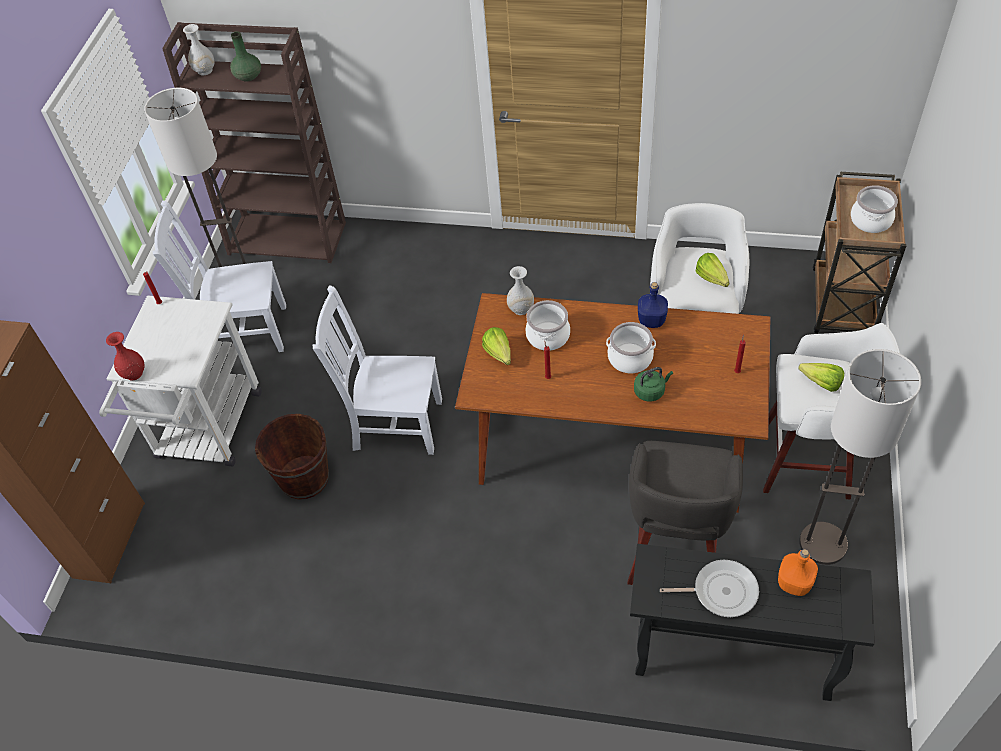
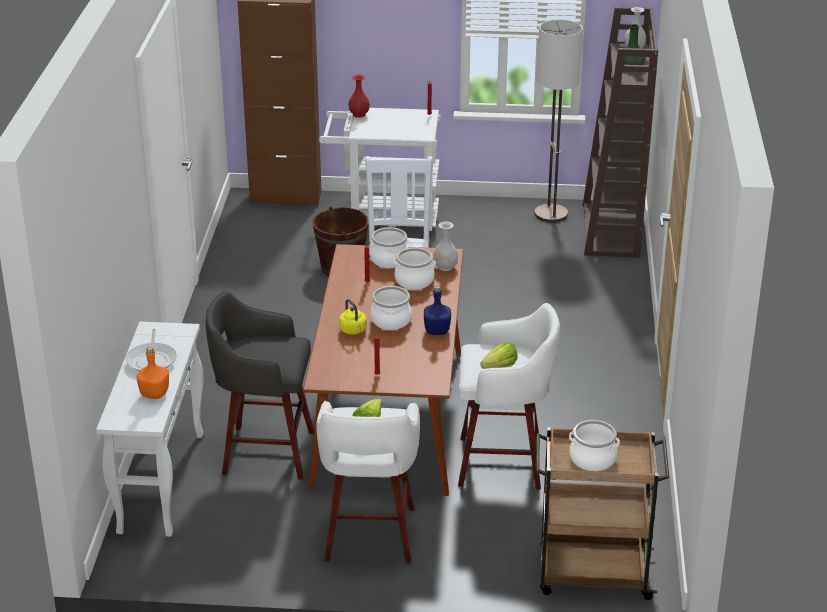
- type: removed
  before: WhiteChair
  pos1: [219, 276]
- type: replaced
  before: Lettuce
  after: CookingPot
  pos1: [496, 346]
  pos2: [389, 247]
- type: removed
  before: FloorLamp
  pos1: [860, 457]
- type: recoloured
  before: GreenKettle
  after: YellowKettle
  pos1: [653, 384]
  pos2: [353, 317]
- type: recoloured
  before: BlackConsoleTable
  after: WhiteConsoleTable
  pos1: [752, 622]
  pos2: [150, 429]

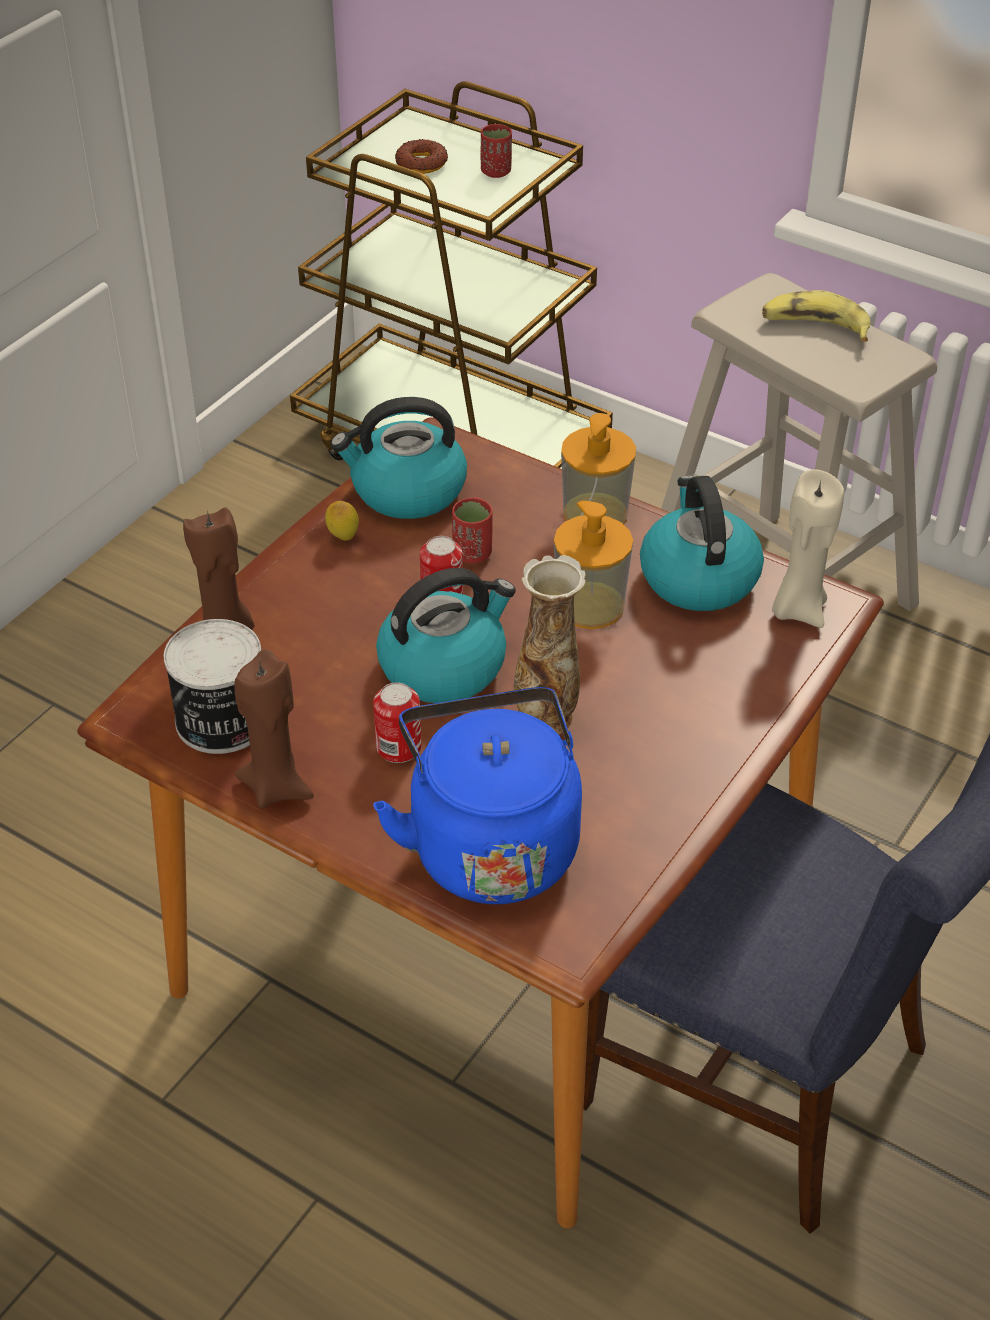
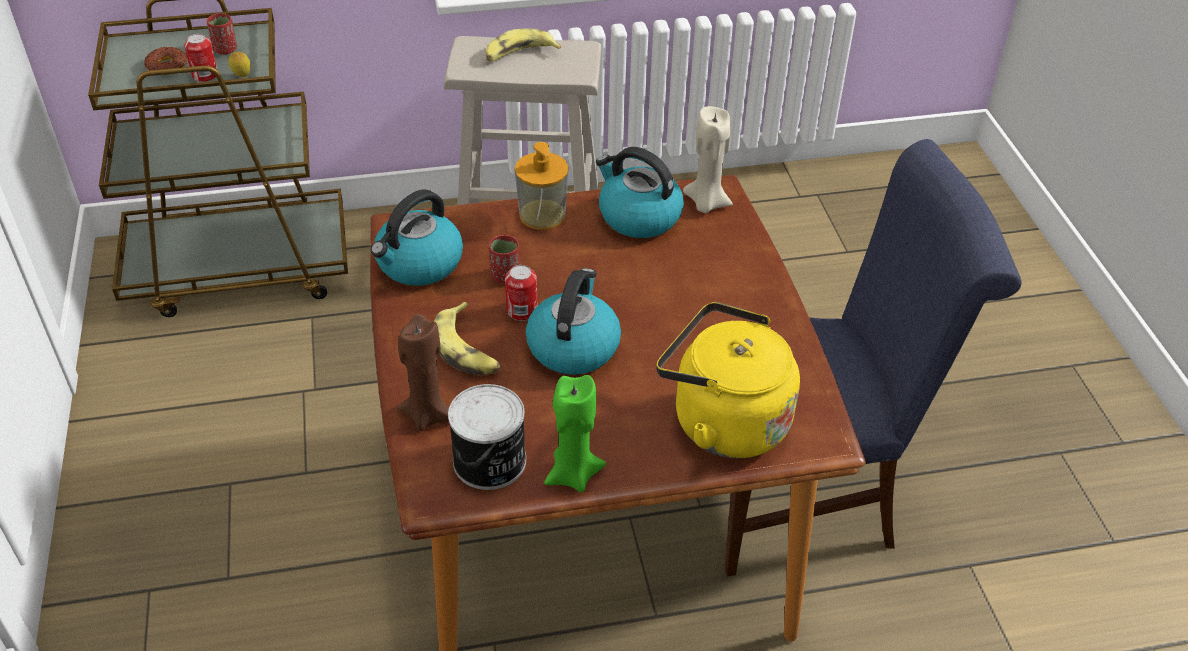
- type: moved
  before: Lemon
  pos1: [342, 521]
  pos2: [240, 64]
- type: removed
  before: SoapDispenser
  pos1: [593, 565]
- type: removed
  before: Vase
  pos1: [550, 644]
- type: recoloured
  before: BrownCandle
  after: GreenCandle
  pos1: [274, 729]
  pos2: [575, 433]
- type: moved
  before: Can
  pos1: [397, 722]
  pos2: [200, 58]
- type: recoloured
  before: BlueKettle
  after: YellowKettle
  pos1: [477, 795]
  pos2: [728, 380]
- type: added
  after: Banana
  pos2: [467, 338]

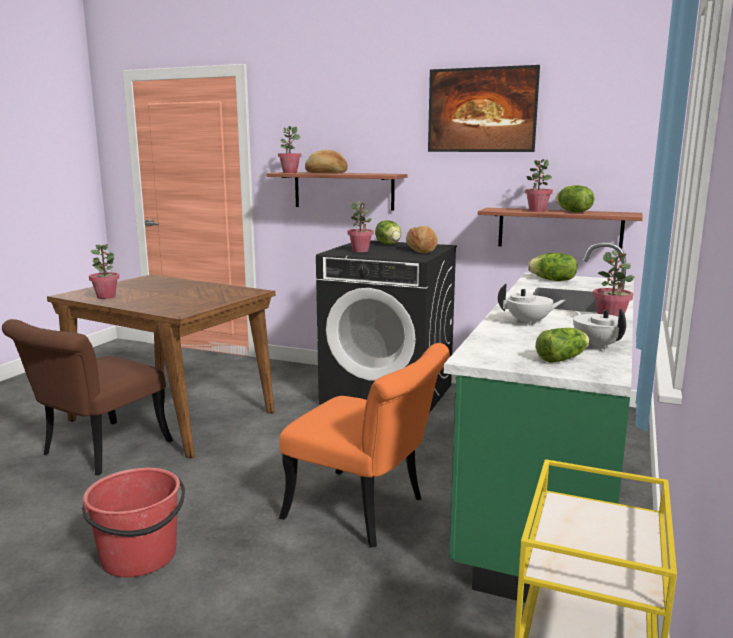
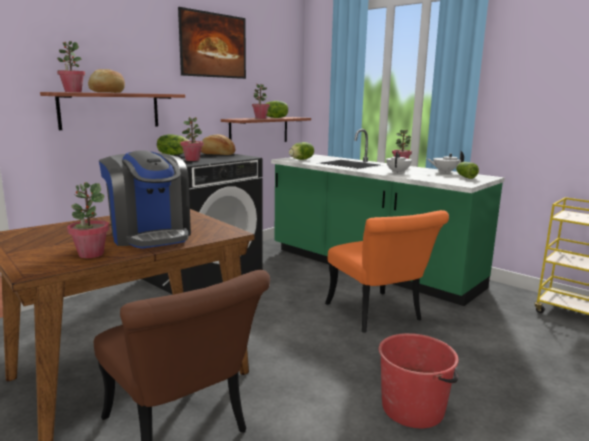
- type: turned
  before: OrangeChair
  pos1: [364, 445]
  pos2: [387, 271]
  turn: 105
- type: added
  after: CoffeeMachine
  pos2: [145, 199]

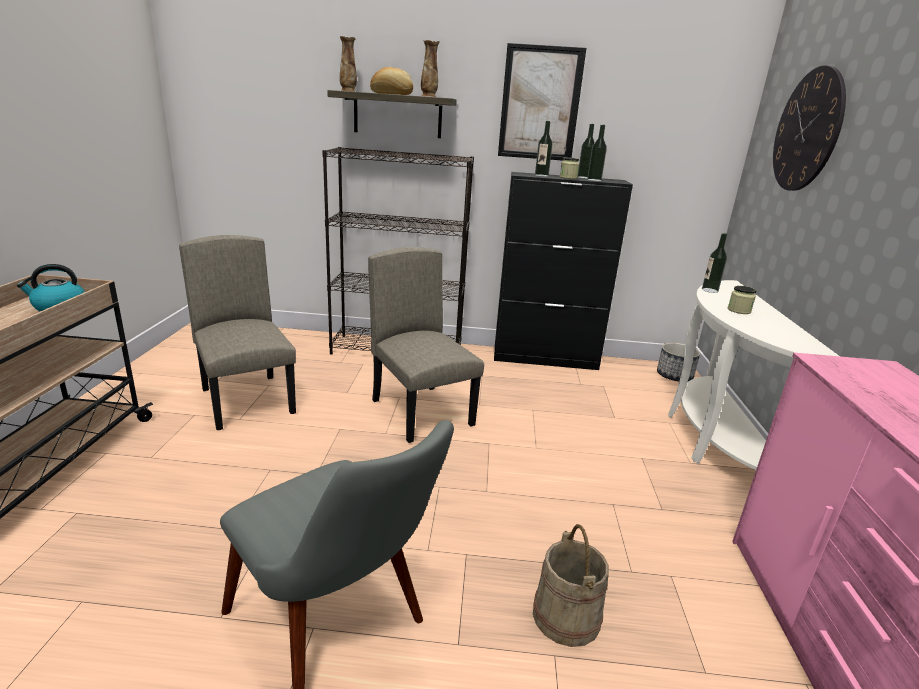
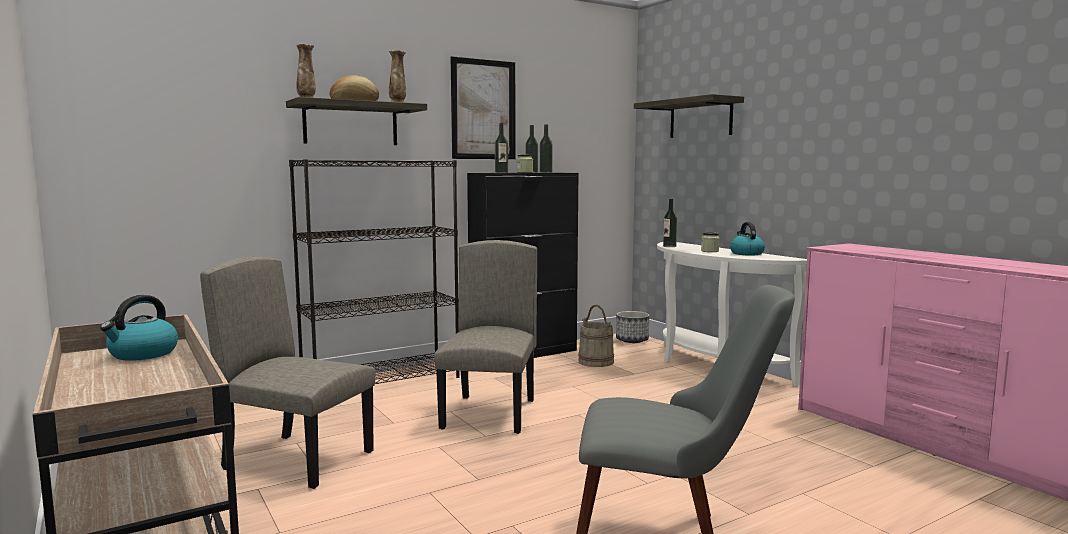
- type: replaced
  before: WallClock
  after: Shelf
  pos1: [809, 128]
  pos2: [689, 116]
- type: turned
  before: BeigeChair
  pos1: [426, 345]
  pos2: [485, 337]
  turn: 75
- type: moved
  before: BeigeBucket
  pos1: [571, 585]
  pos2: [596, 336]
- type: added
  after: Kettle
  pos2: [747, 239]

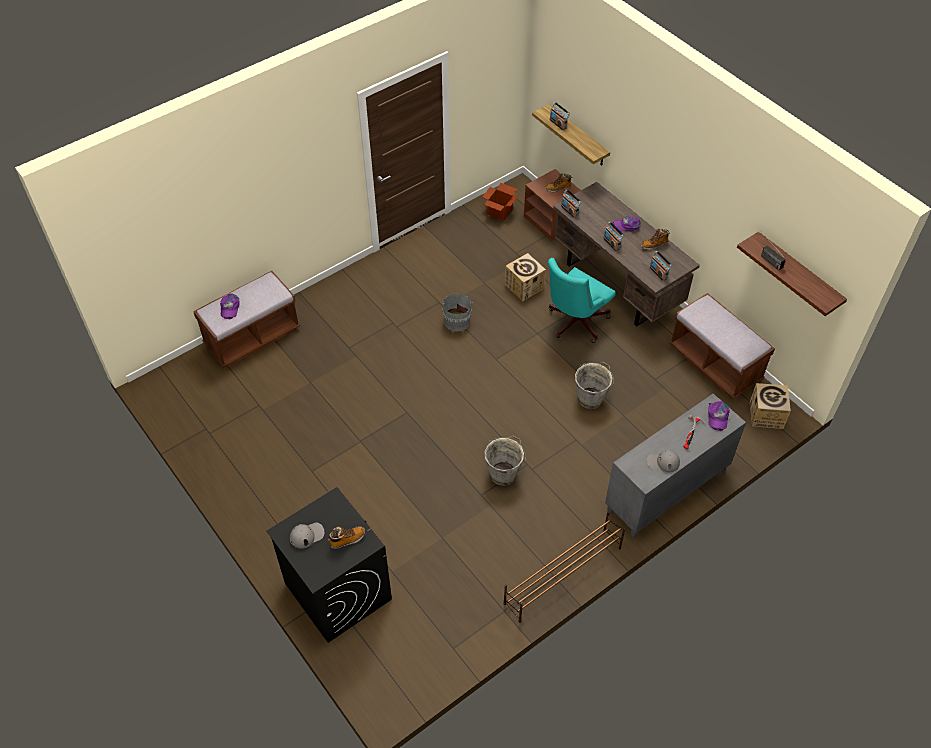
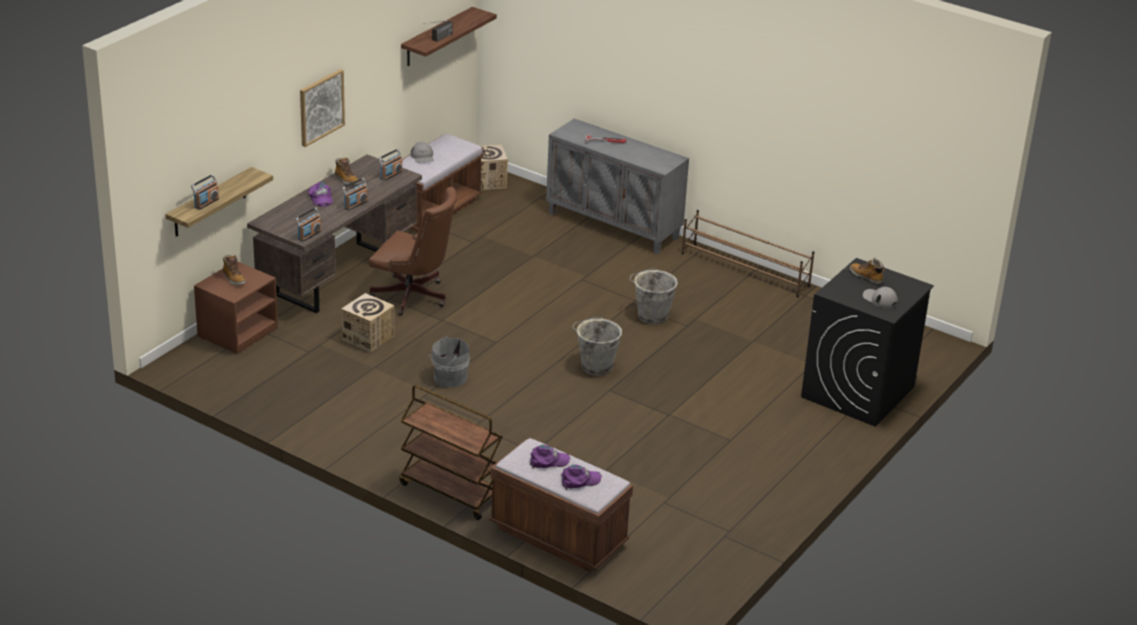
- type: removed
  before: CardboardBox
  pos1: [500, 202]
- type: recoloured
  before: TurquoiseOfficeChair
  after: BrownOfficeChair
  pos1: [582, 300]
  pos2: [413, 251]
- type: moved
  before: GreyBucket
  pos1: [594, 385]
  pos2: [597, 346]
- type: moved
  before: PurpleCap
  pos1: [719, 416]
  pos2: [550, 457]
- type: moved
  before: GreyCap
  pos1: [663, 461]
  pos2: [422, 152]
- type: added
  after: Picture
  pos2: [322, 108]
- type: added
  after: BrownCart
  pos2: [451, 452]

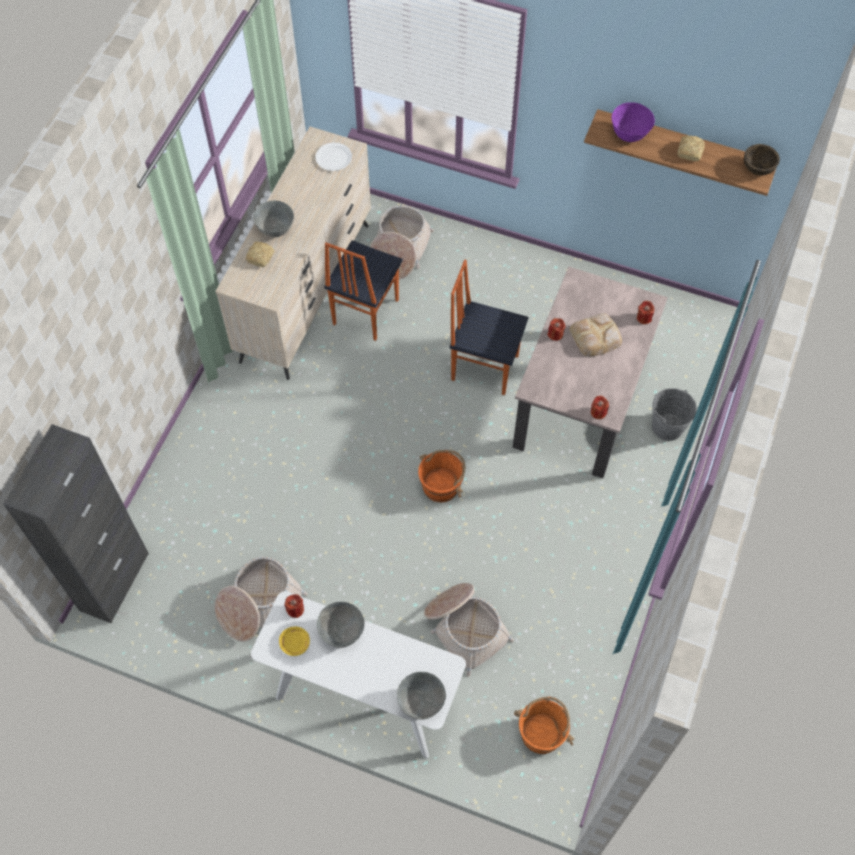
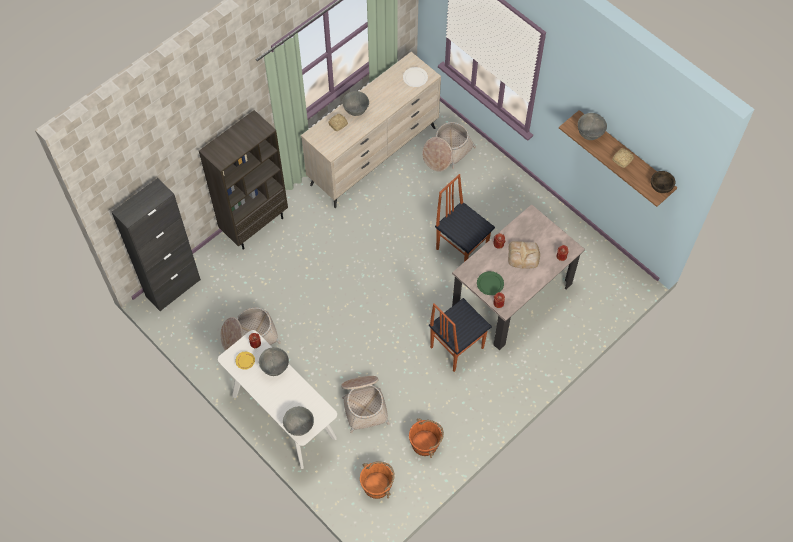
- type: recoloured
  before: PurpleBowl
  after: GreyBowl
  pos1: [633, 122]
  pos2: [592, 126]
- type: moved
  before: Chair
  pos1: [363, 290]
  pos2: [460, 335]
- type: removed
  before: GreyBucket
  pos1: [674, 414]
- type: moved
  before: OrangeBucket
  pos1: [441, 476]
  pos2: [426, 438]
- type: added
  after: BrownBookcase
  pos2: [243, 180]
- type: added
  after: GreenPlate
  pos2: [490, 283]

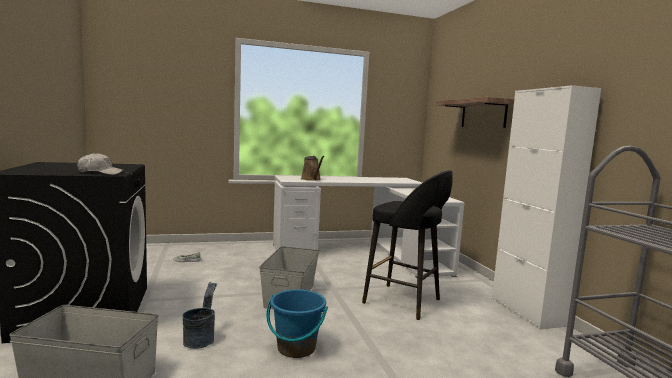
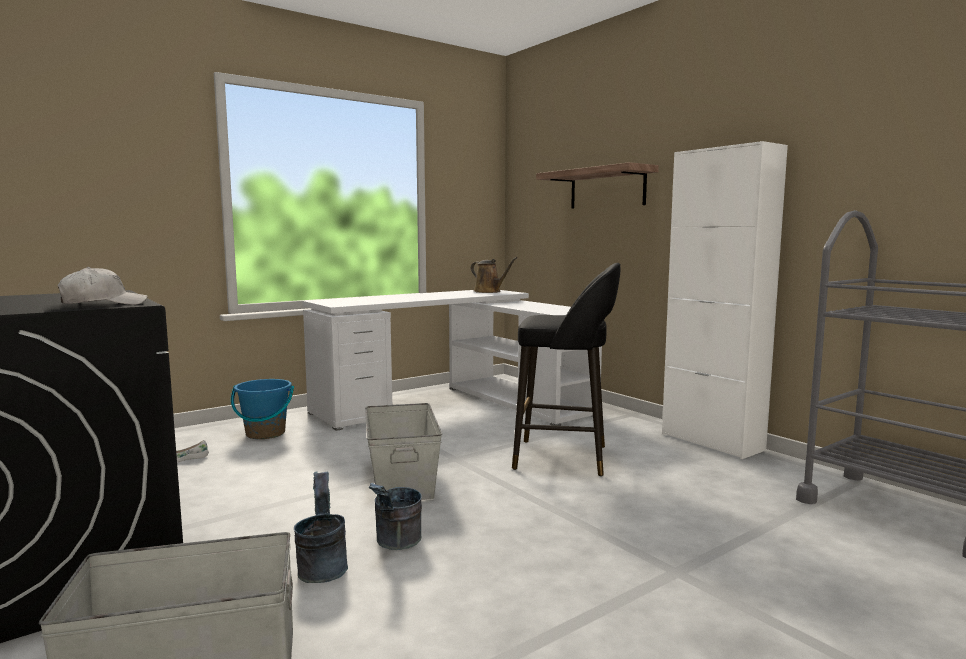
- type: moved
  before: BrownWateringCan
  pos1: [312, 168]
  pos2: [494, 275]
- type: moved
  before: BlueBucket
  pos1: [297, 323]
  pos2: [262, 409]
- type: added
  after: GreyBucket
  pos2: [395, 516]

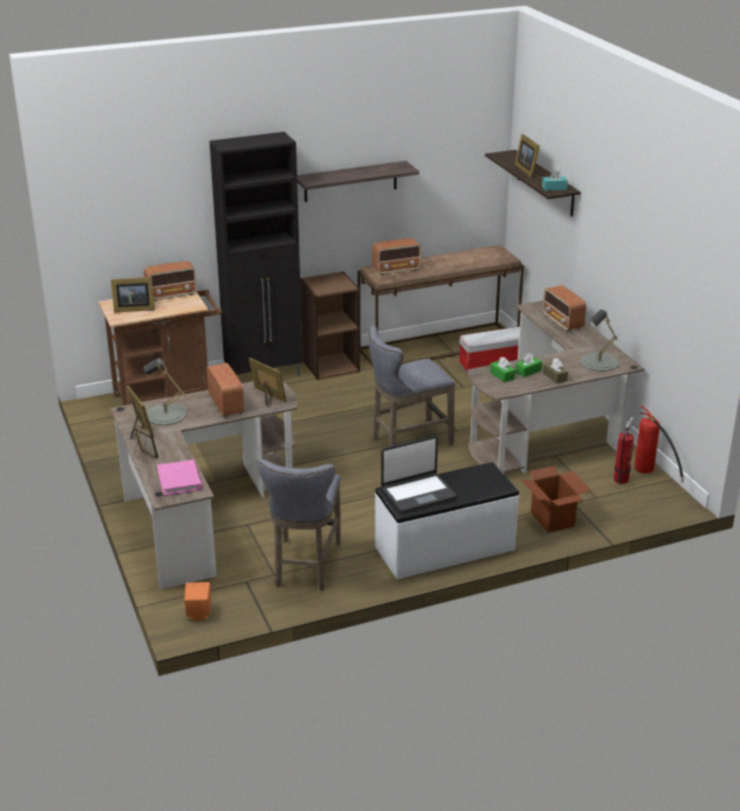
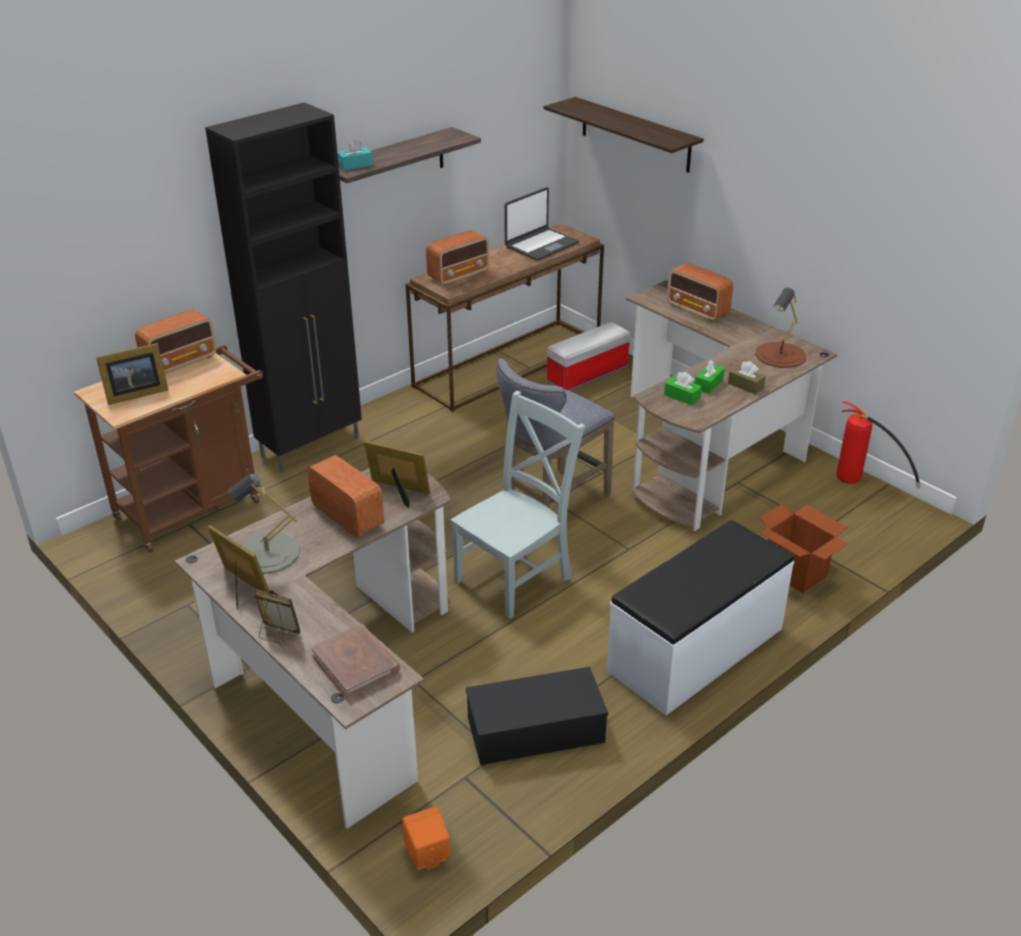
- type: removed
  before: PictureFrame
  pos1: [527, 156]
- type: moved
  before: TurquoiseTissueBox
  pos1: [555, 180]
  pos2: [355, 155]
- type: removed
  before: BrownBookcase
  pos1: [330, 325]
- type: recoloured
  before: GreyTableLamp
  after: BrownTableLamp
  pos1: [599, 340]
  pos2: [780, 327]
- type: removed
  before: FireExtinguisher
  pos1: [624, 450]
- type: moved
  before: Laptop
  pos1: [419, 474]
  pos2: [541, 223]
- type: replaced
  before: GreyStool
  after: BlackStorageBox
  pos1: [299, 525]
  pos2: [537, 716]
- type: recoloured
  before: PinkBook
  after: BrownBook
  pos1: [180, 478]
  pos2: [355, 661]
- type: added
  after: GreyChair
  pos2: [517, 505]

